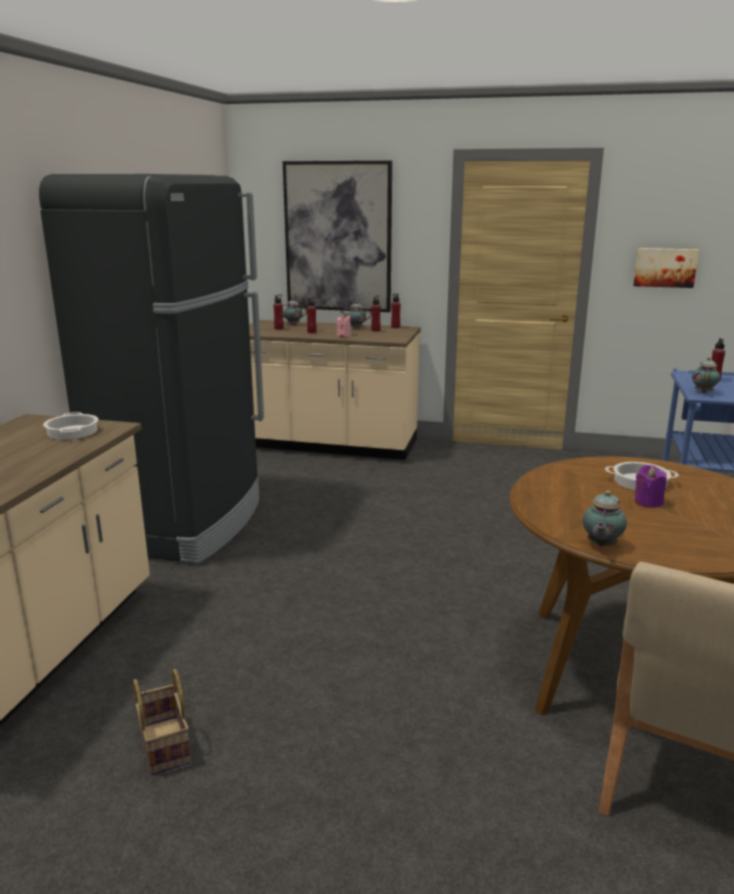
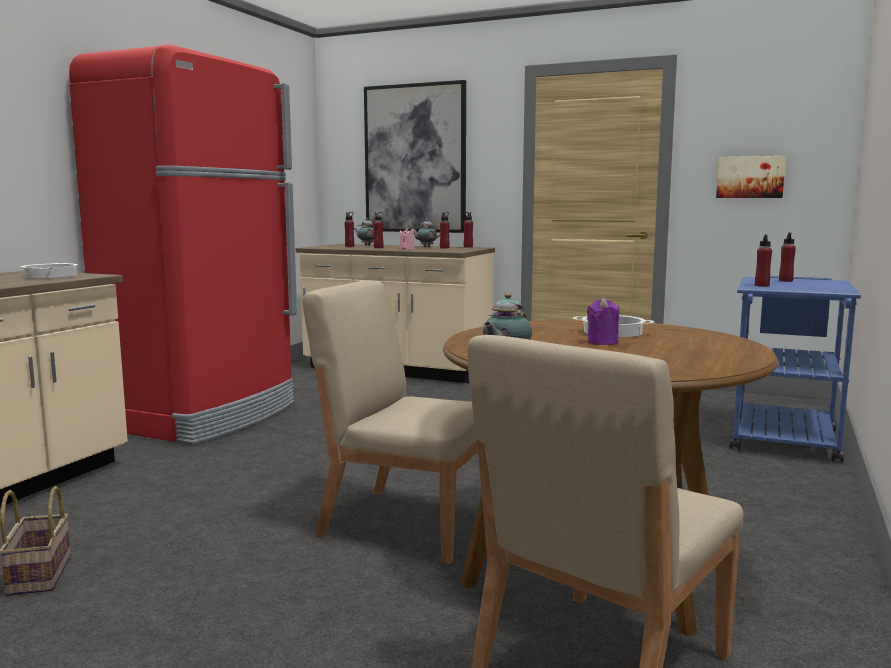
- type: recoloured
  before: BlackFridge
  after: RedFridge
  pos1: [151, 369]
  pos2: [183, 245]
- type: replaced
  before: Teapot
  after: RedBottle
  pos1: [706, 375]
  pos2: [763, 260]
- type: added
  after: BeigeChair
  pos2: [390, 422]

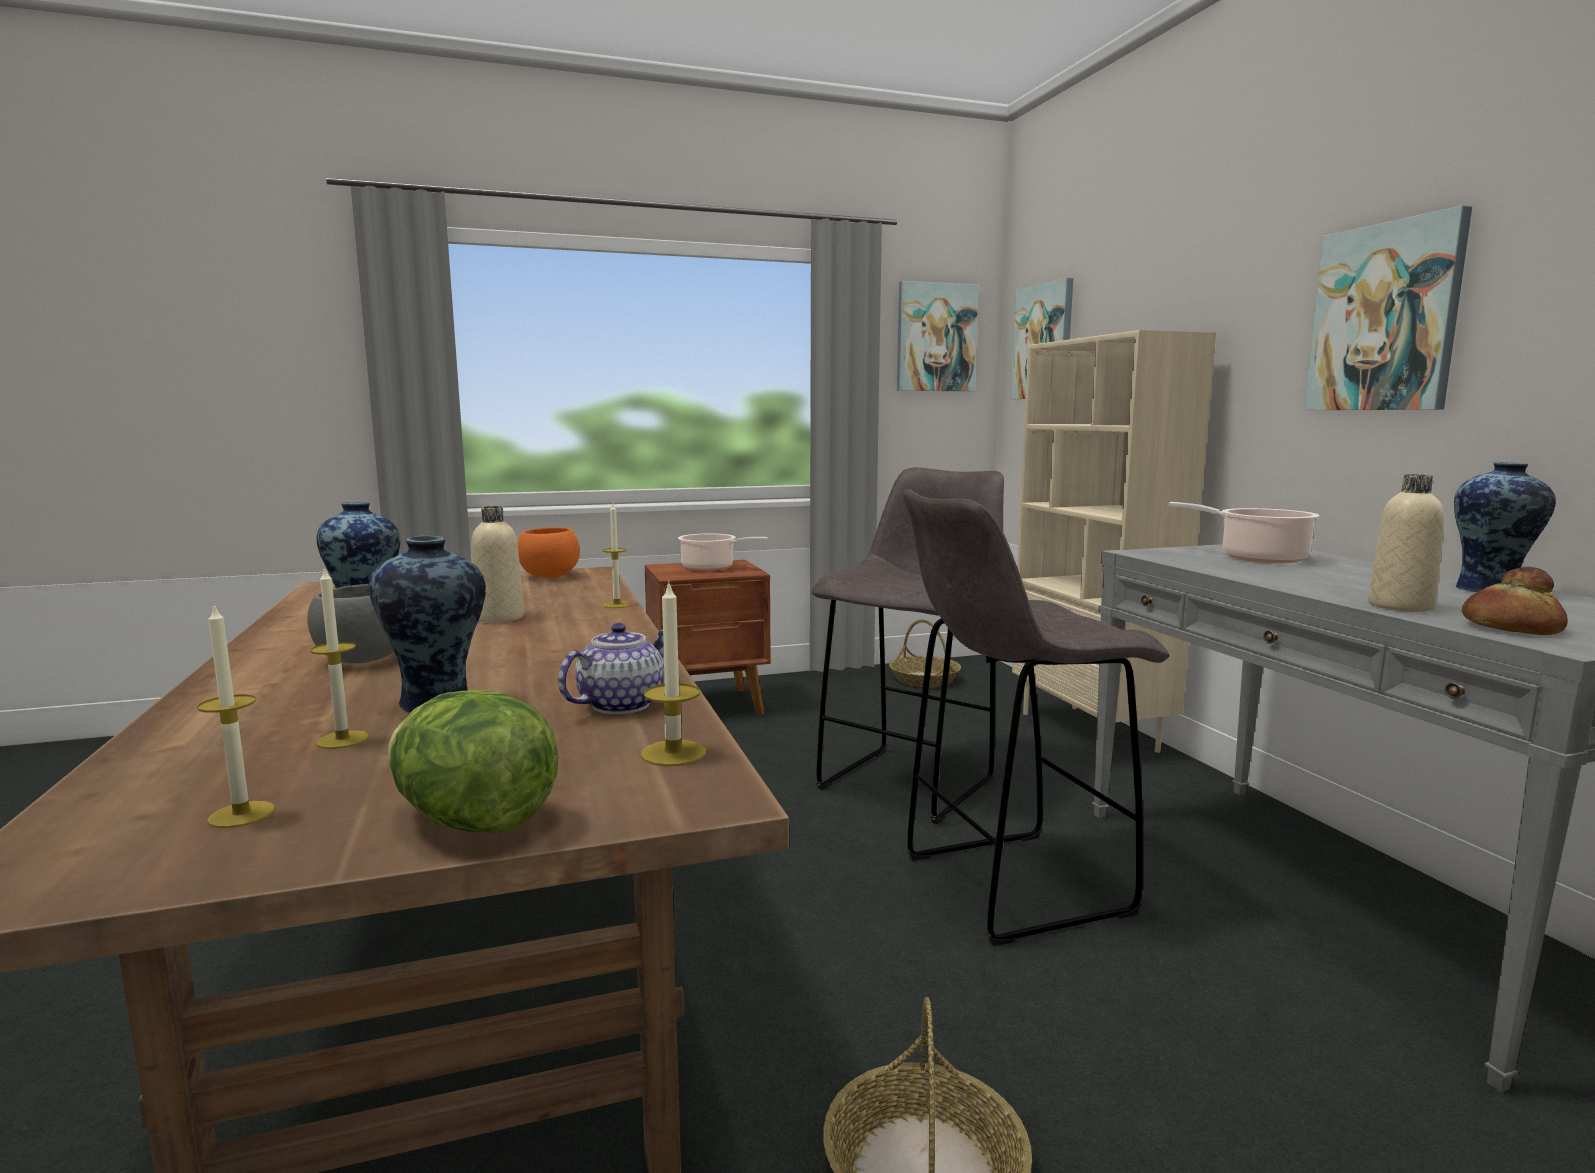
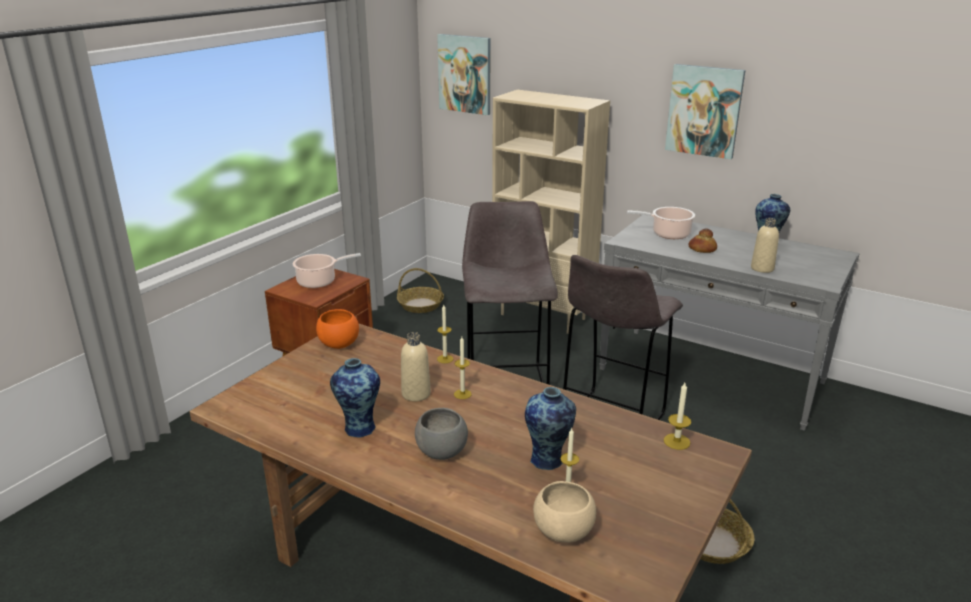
- type: removed
  before: Picture
  pos1: [938, 336]
- type: moved
  before: Bread
  pos1: [1515, 601]
  pos2: [702, 240]
- type: moved
  before: Candle
  pos1: [236, 715]
  pos2: [463, 368]
- type: removed
  before: Teapot
  pos1: [611, 668]
- type: removed
  before: Lettuce
  pos1: [473, 761]
- type: added
  after: BeigeBowl
  pos2: [564, 512]

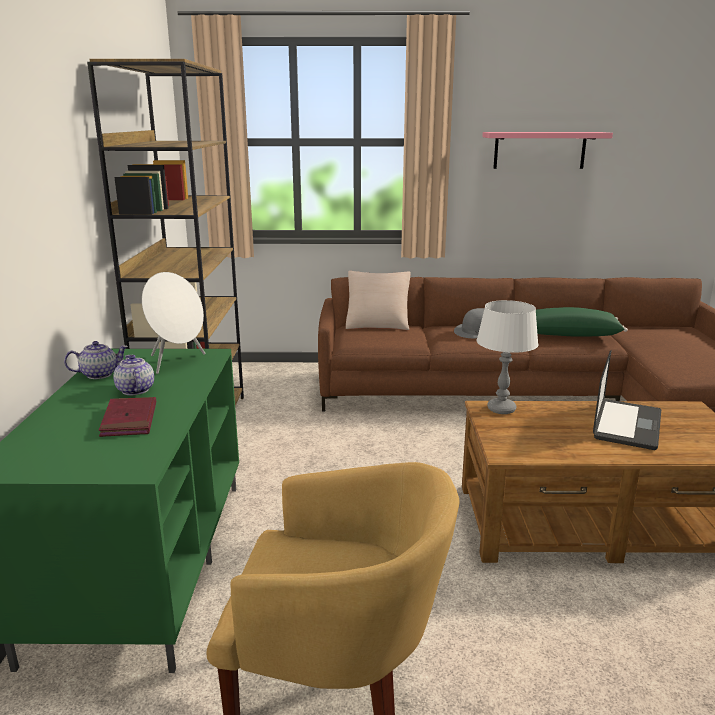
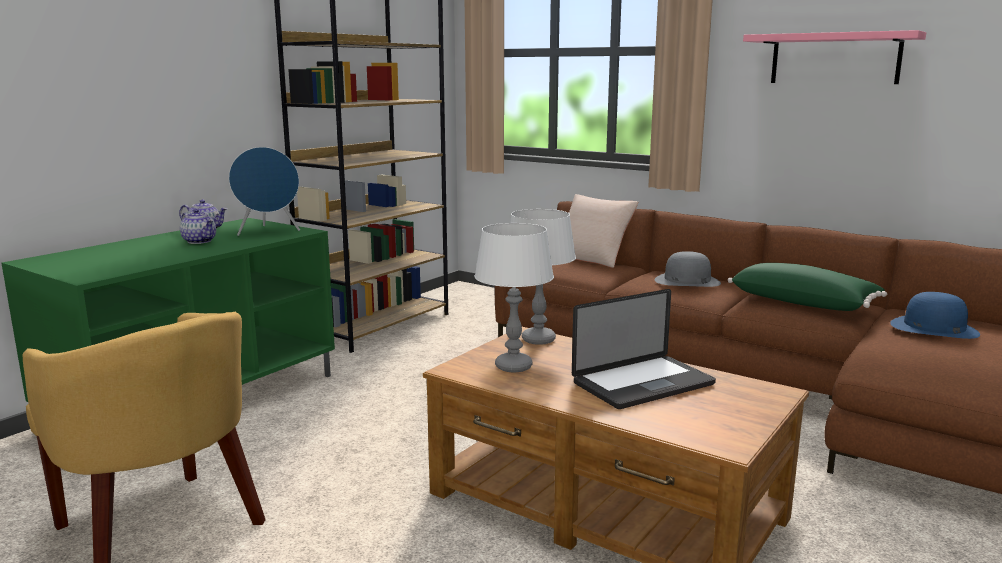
- type: recoloured
  before: WhiteSpeaker
  after: BlueSpeaker
  pos1: [173, 323]
  pos2: [264, 191]
- type: turned
  before: Teapot
  pos1: [133, 375]
  pos2: [198, 226]
  turn: 120
- type: removed
  before: RedBook
  pos1: [127, 417]
- type: added
  after: WhiteTableLamp
  pos2: [514, 297]
- type: added
  after: BlueHat
  pos2: [935, 315]

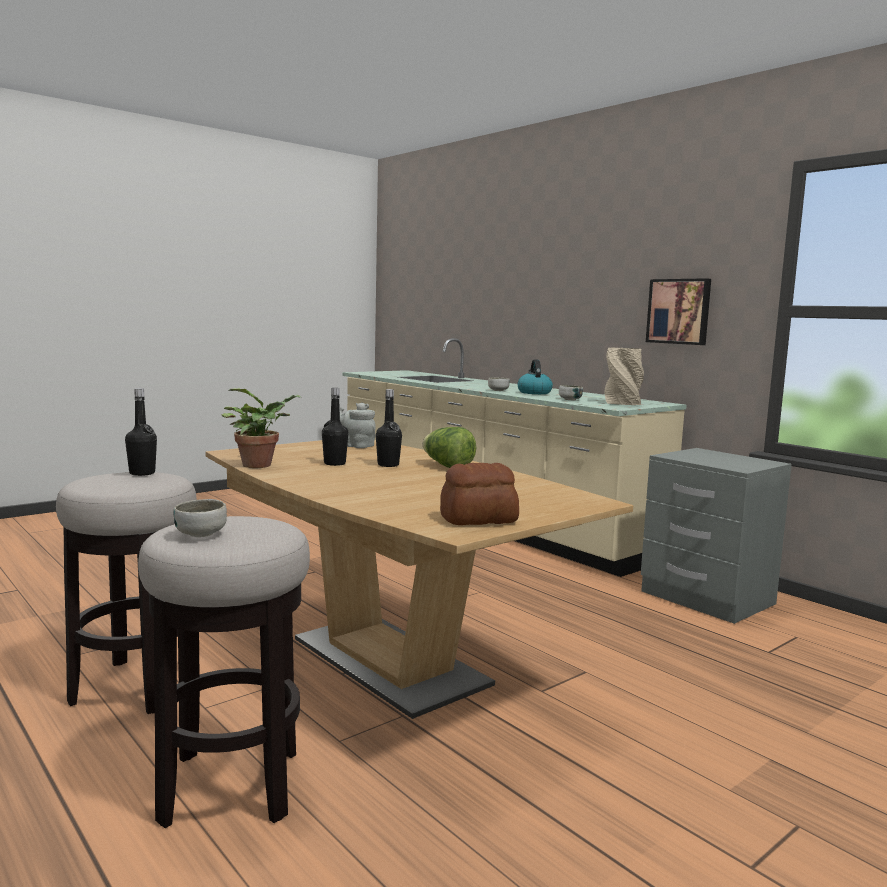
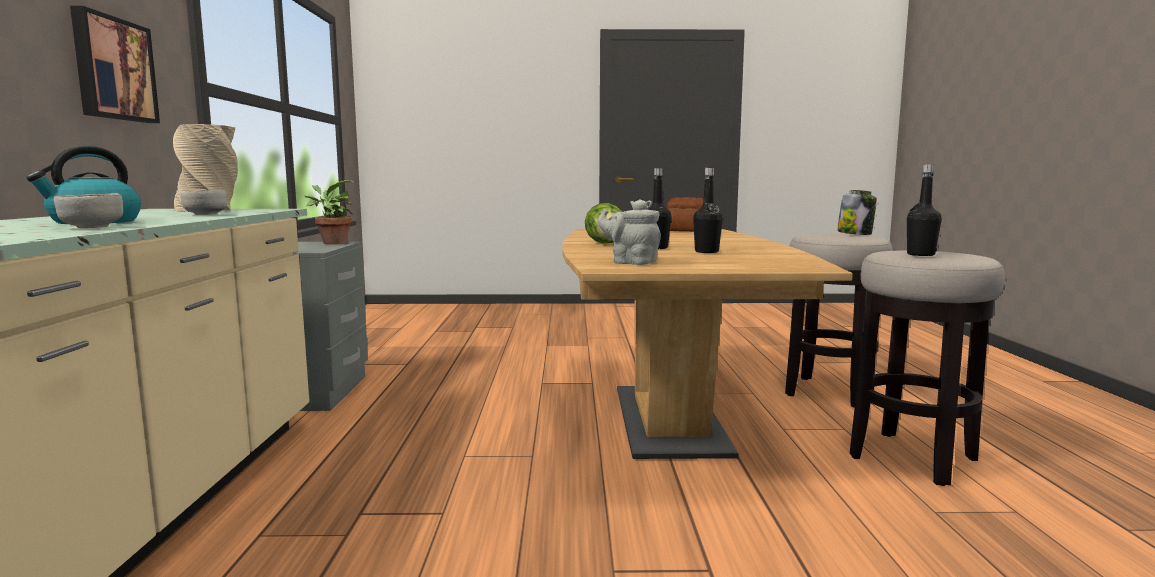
- type: moved
  before: PottedPlant
  pos1: [261, 428]
  pos2: [329, 212]
- type: turned
  before: GreyTeapot
  pos1: [358, 425]
  pos2: [629, 232]
  turn: 135
- type: replaced
  before: Bowl
  after: Jar
  pos1: [200, 518]
  pos2: [857, 212]

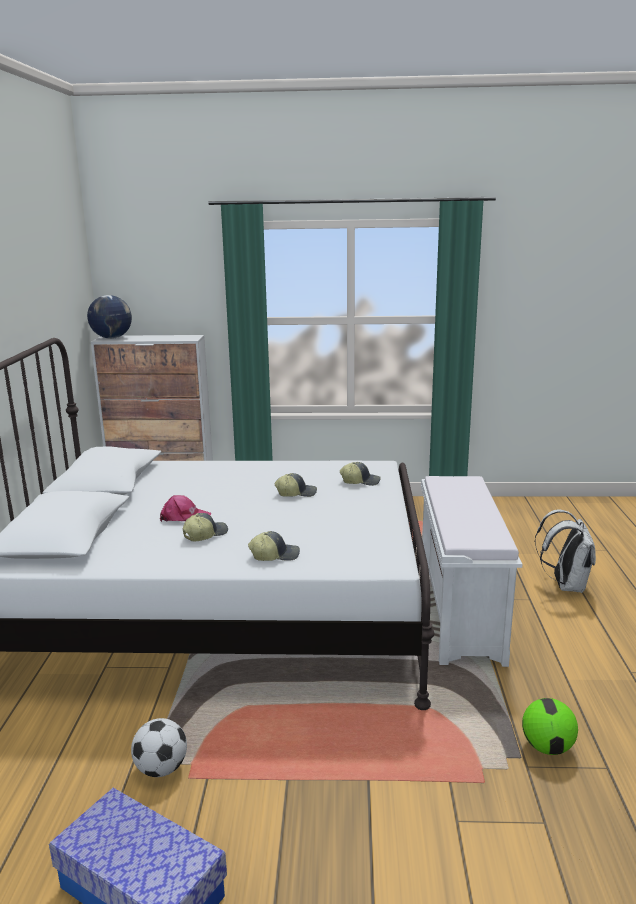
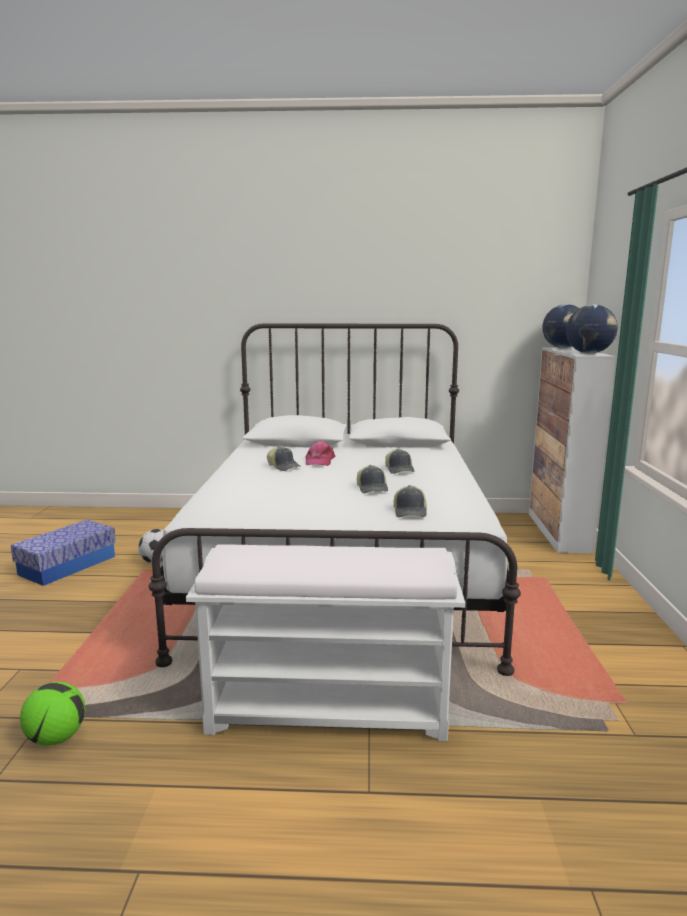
- type: removed
  before: WhiteBackpack
  pos1: [565, 551]
- type: moved
  before: Cap
  pos1: [274, 546]
  pos2: [399, 461]
- type: added
  after: Globe
  pos2: [592, 329]

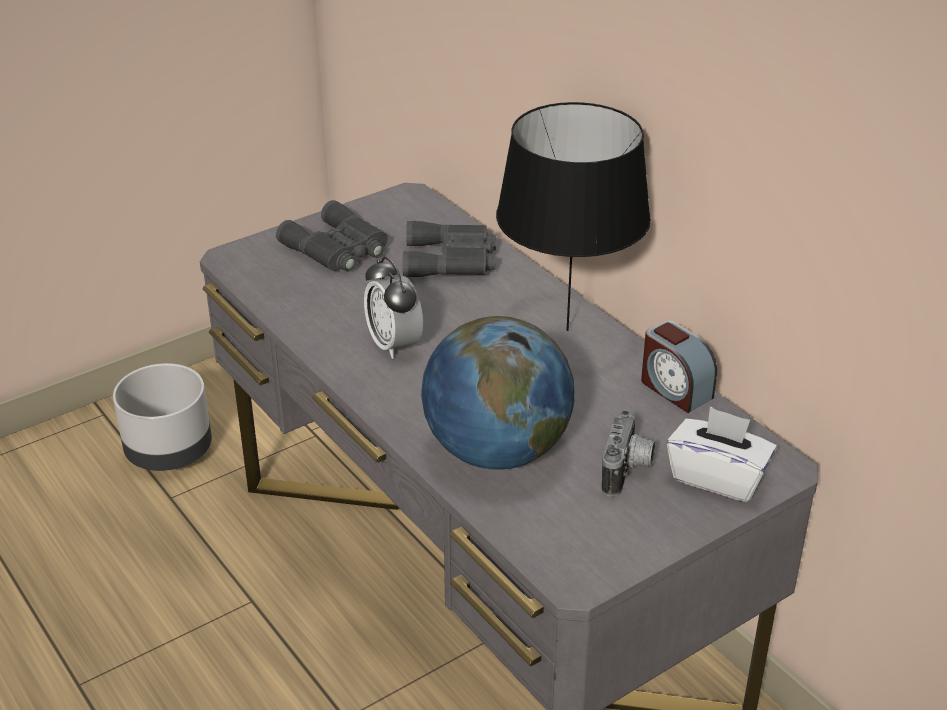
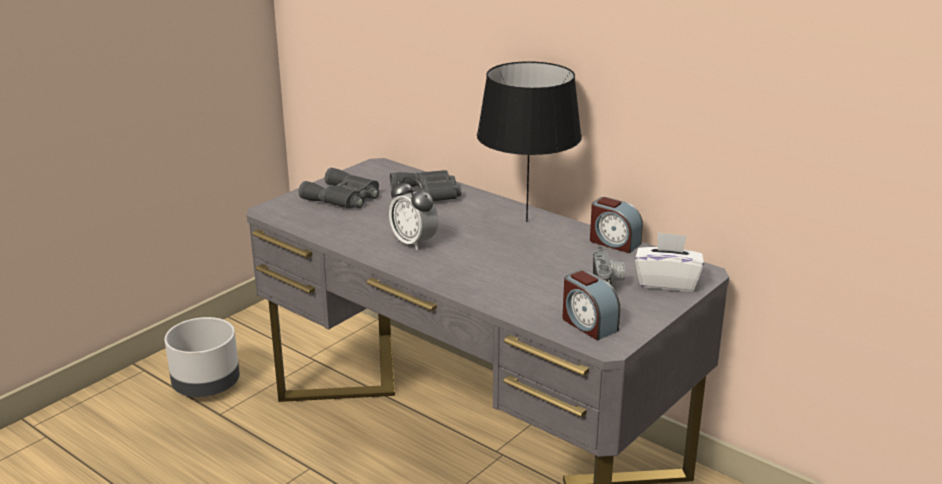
- type: removed
  before: Globe
  pos1: [498, 393]
- type: added
  after: AlarmClock
  pos2: [591, 305]

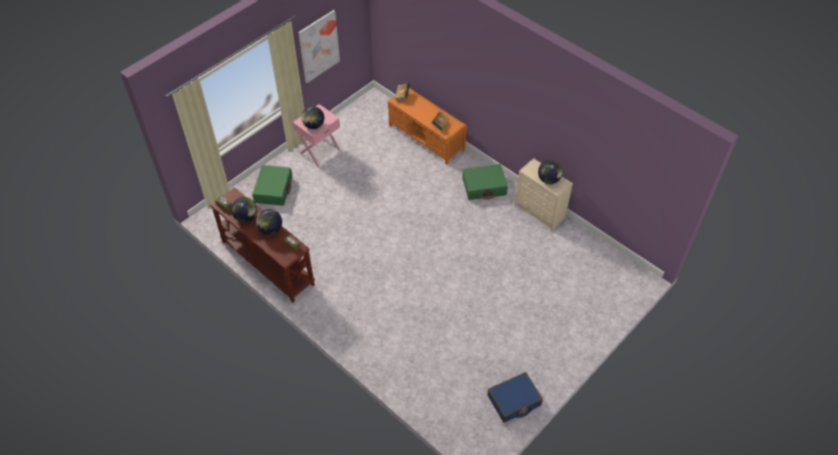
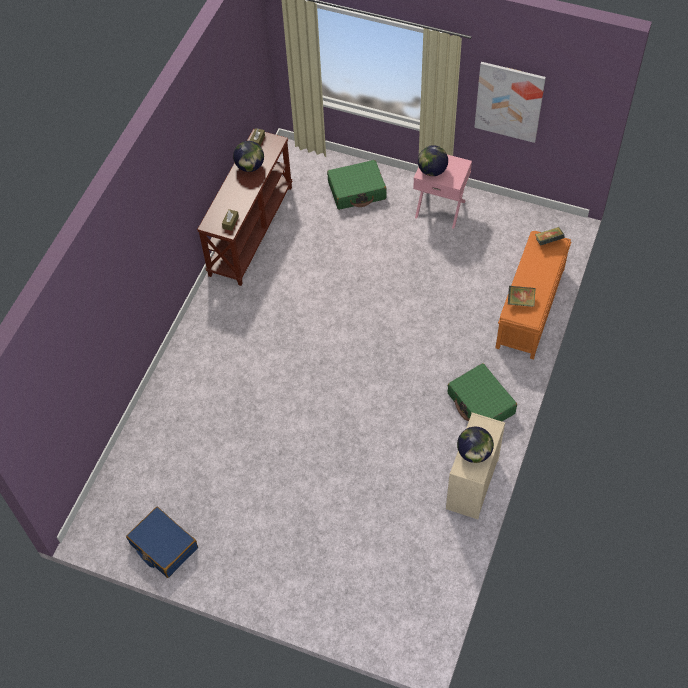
- type: removed
  before: Globe
  pos1: [269, 222]

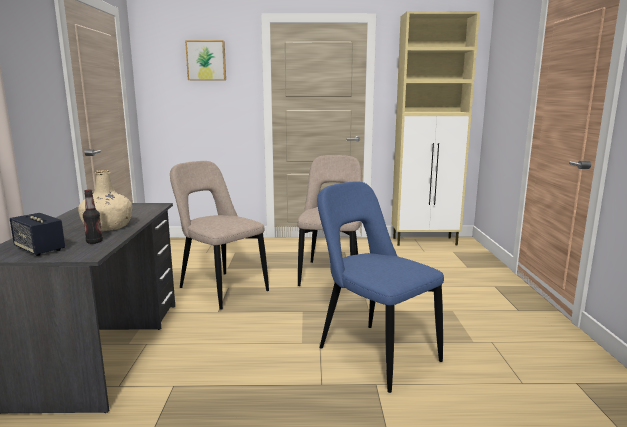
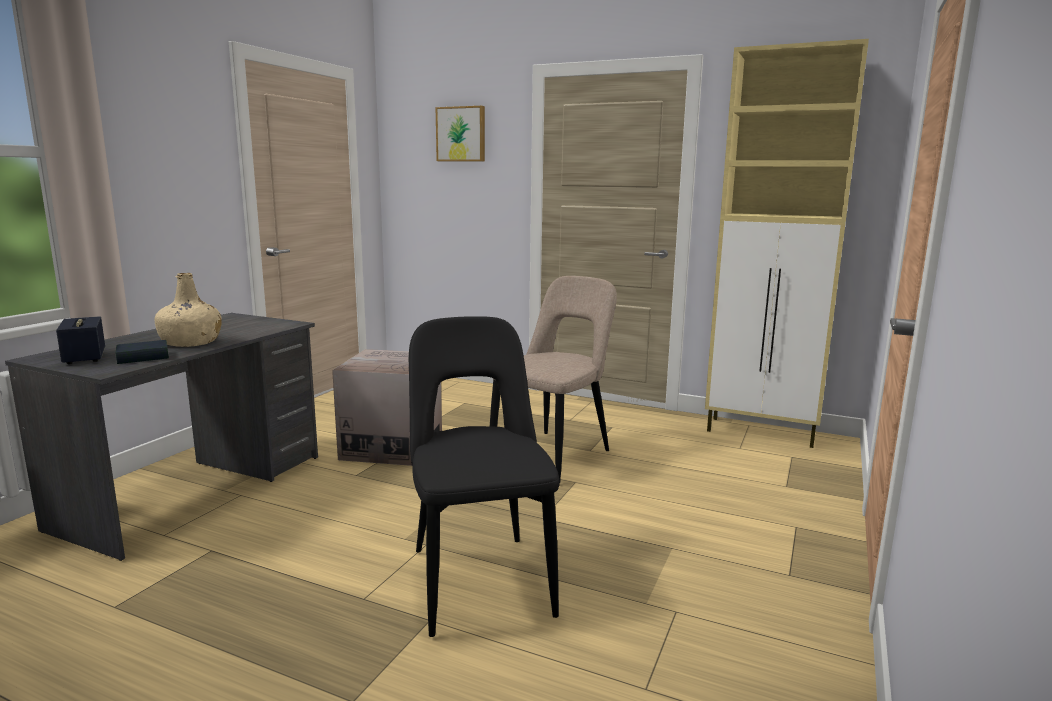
- type: replaced
  before: BeigeChair
  after: CardboardBox
  pos1: [219, 235]
  pos2: [387, 407]
- type: recoloured
  before: BlueChair
  after: BlackChair
  pos1: [380, 287]
  pos2: [484, 476]
- type: replaced
  before: Bottle
  after: Book
  pos1: [93, 216]
  pos2: [142, 352]

